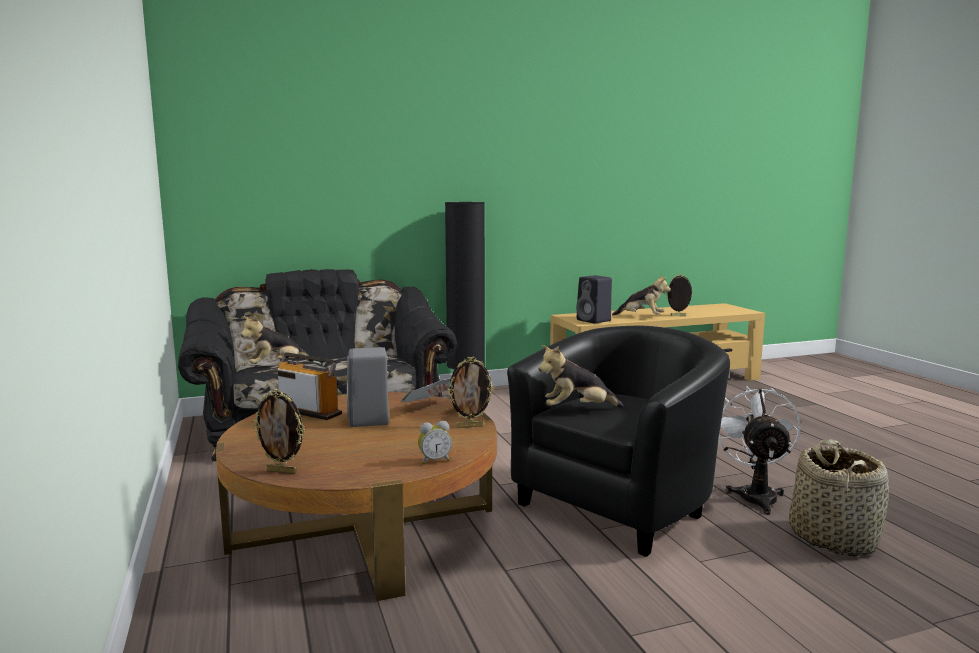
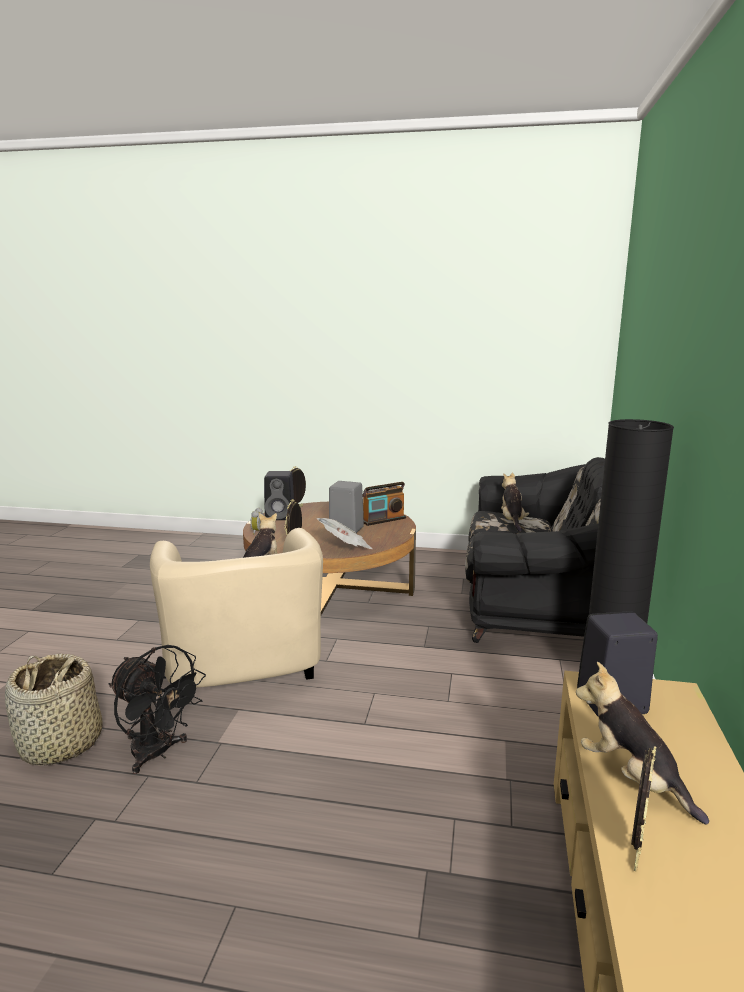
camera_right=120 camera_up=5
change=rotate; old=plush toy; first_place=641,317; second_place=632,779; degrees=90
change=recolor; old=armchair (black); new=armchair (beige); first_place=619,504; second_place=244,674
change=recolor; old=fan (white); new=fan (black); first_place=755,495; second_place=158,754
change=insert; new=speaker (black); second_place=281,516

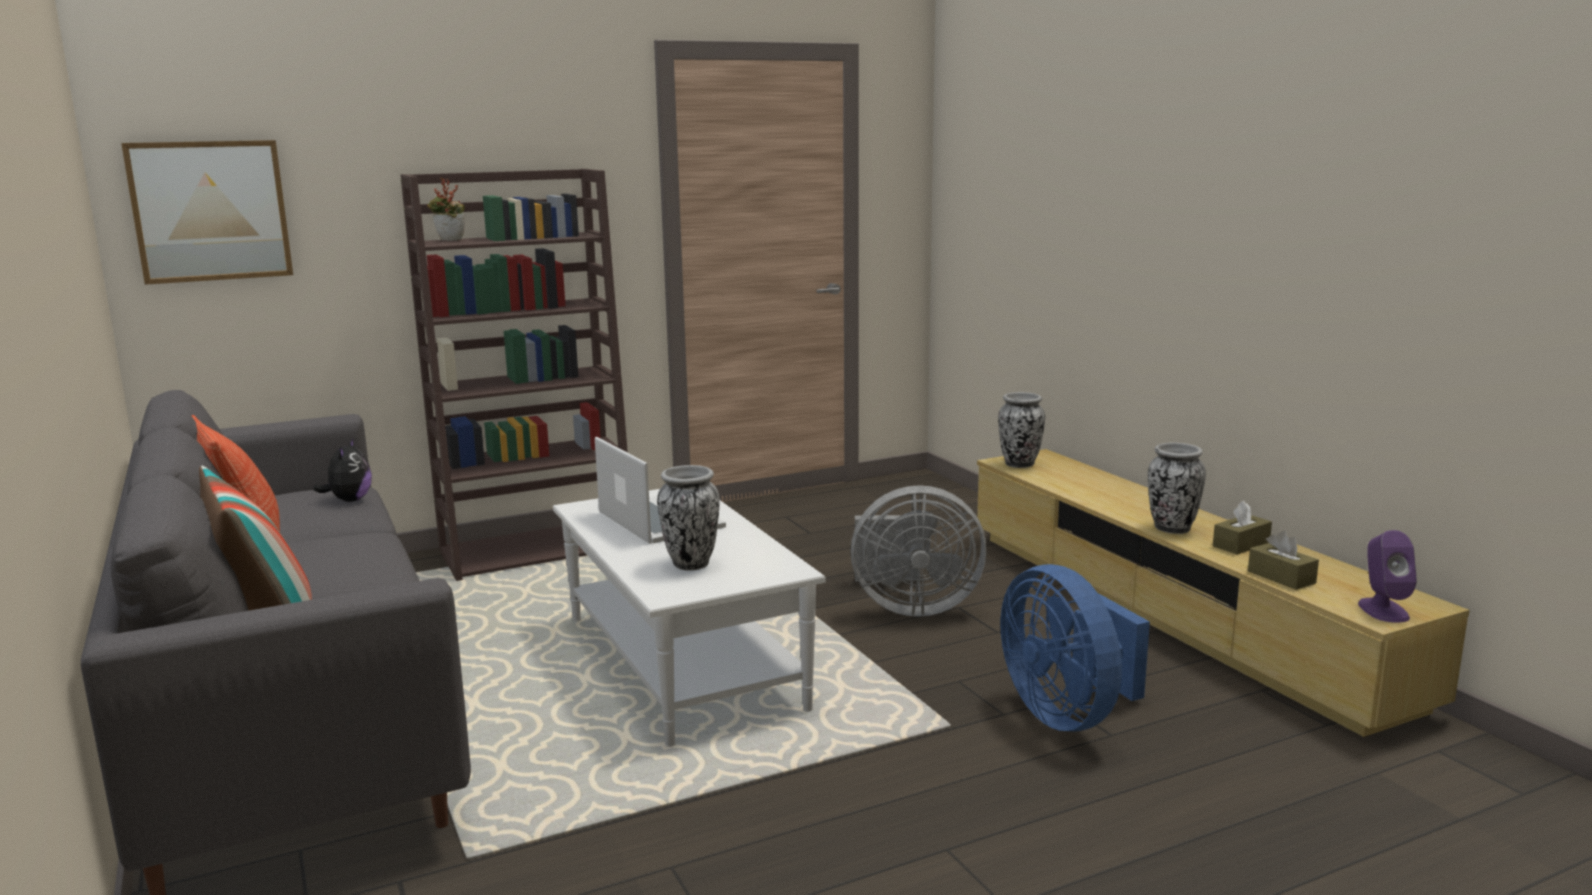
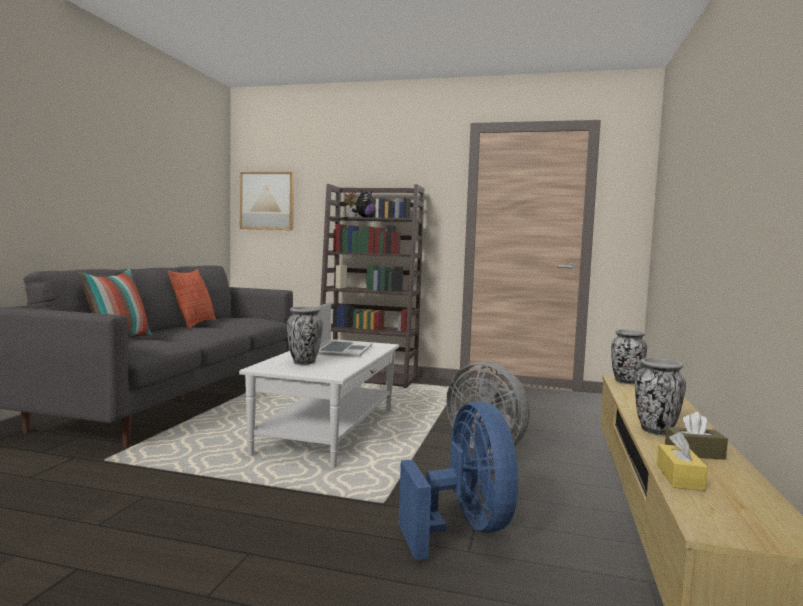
camera_right=40 camera_up=-10
change=move; old=plush toy; first_place=349,500; second_place=364,217
change=delete; old=speaker (purple); first_place=1383,610
change=recolor; old=tissue box (brown); new=tissue box (yellow); first_place=1281,577; second_place=679,477
change=rotate; old=fan (blue); first_place=1068,714; second_place=464,528; degrees=150

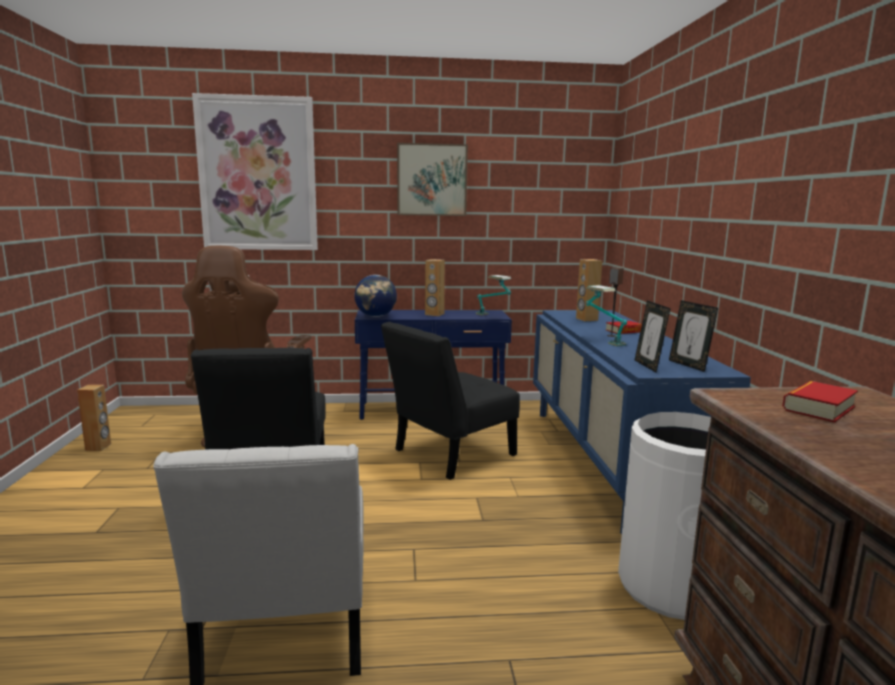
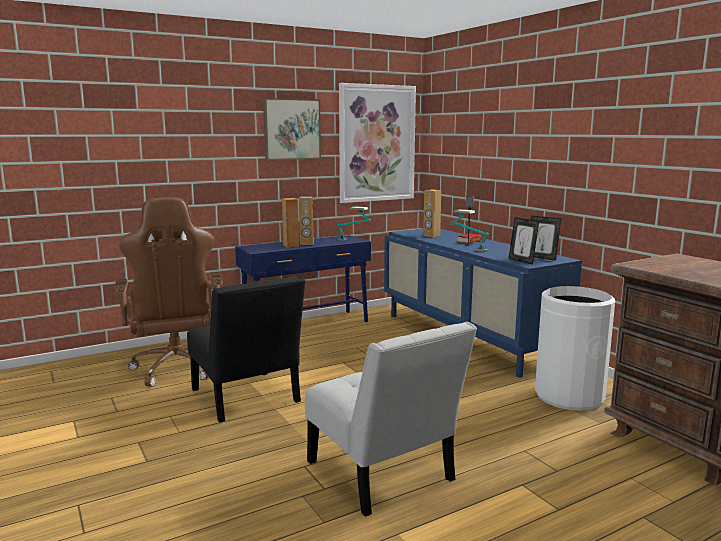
camera_right=-25 camera_up=0
change=move; old=picture; first_place=258,174; second_place=377,143
change=delete; old=globe; first_place=376,316
change=delete; old=chair (black); first_place=449,454
change=delete; old=book; first_place=818,408
change=move; old=speaker (brown); first_place=98,447; second_place=291,246

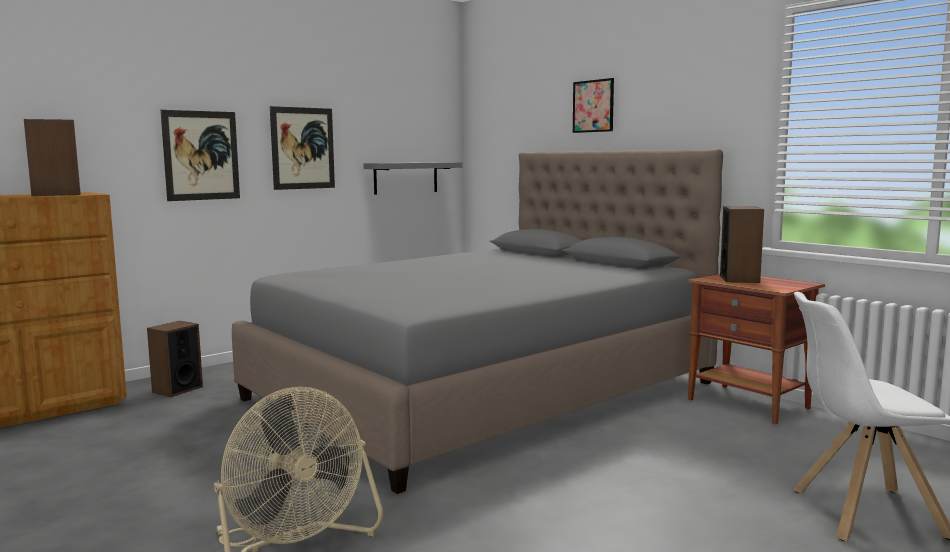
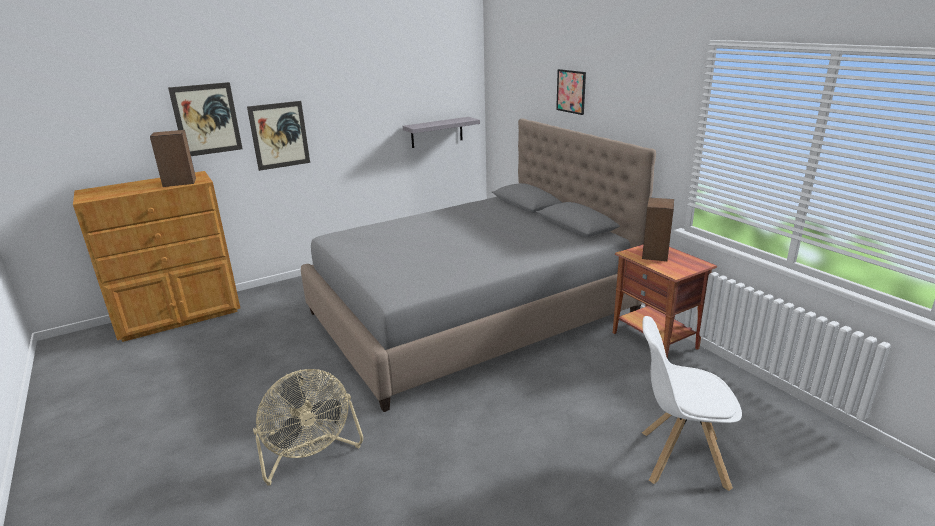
camera_right=10 camera_up=15
change=move; old=picture; first_place=303,148; second_place=206,119
change=delete; old=speaker; first_place=177,389

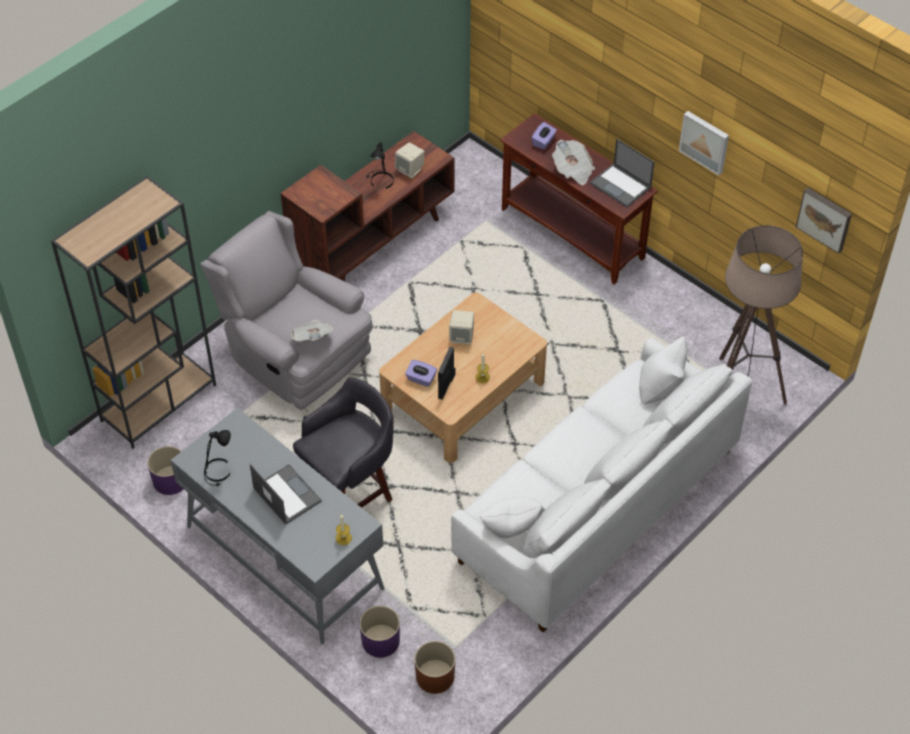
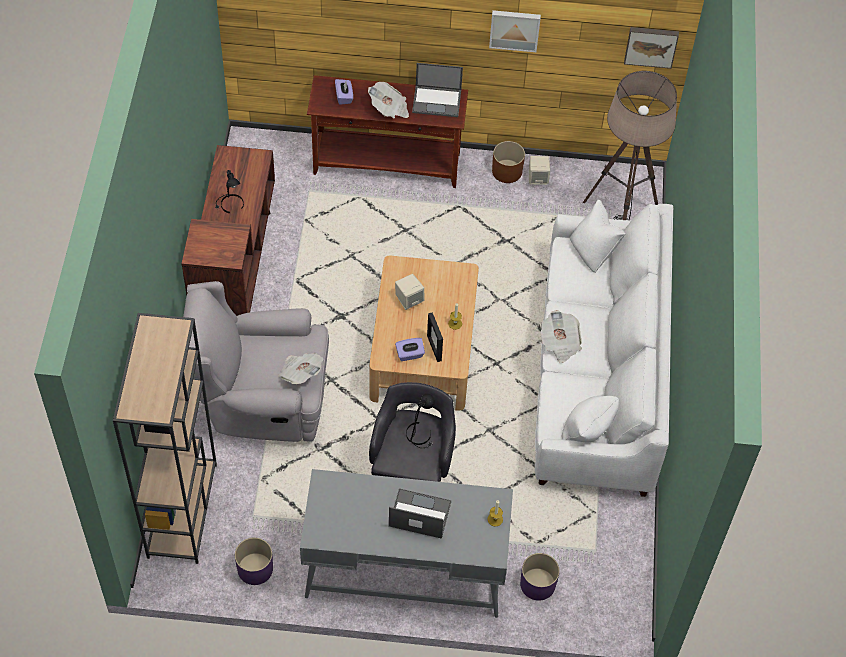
camera_right=-40 camera_up=5
change=move; old=speaker (beige); first_place=410,170; second_place=538,178
change=move; old=table lamp (black); first_place=218,472; second_place=420,435
change=move; old=planter (brown); first_place=435,677; second_place=507,171
change=insert; new=newspaper; second_place=560,343

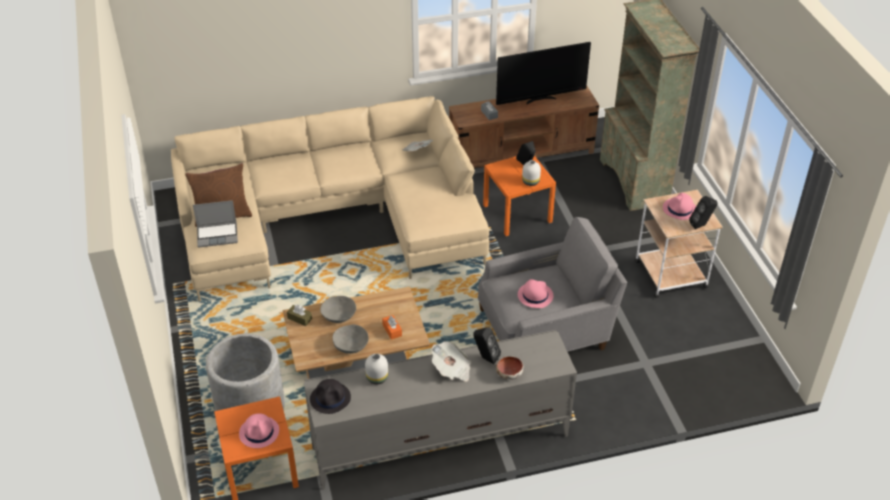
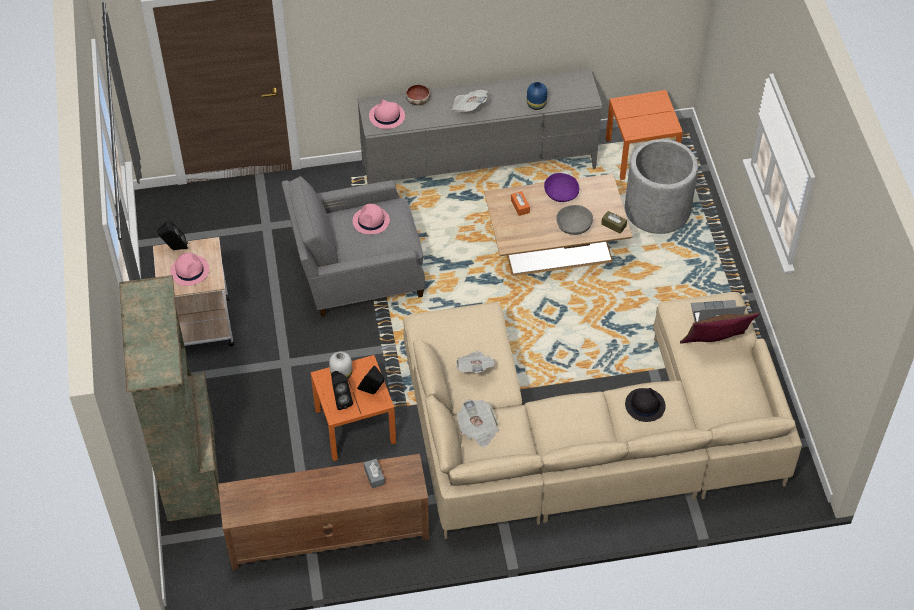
camera_right=-175 camera_up=10
change=delete; old=television; first_place=540,99
change=recolor; old=bowl (grey); new=bowl (purple); first_place=351,345; second_place=561,194
change=move; old=speaker (black); first_place=485,358; second_place=372,392
change=recolor; old=vase (white); new=vase (blue); first_place=377,377; second_place=536,105
change=move; old=hat (black); first_place=330,398; second_place=644,405
change=move; old=hat (pink); first_place=259,432; second_place=386,116
change=insert; new=newspaper; second_place=475,368

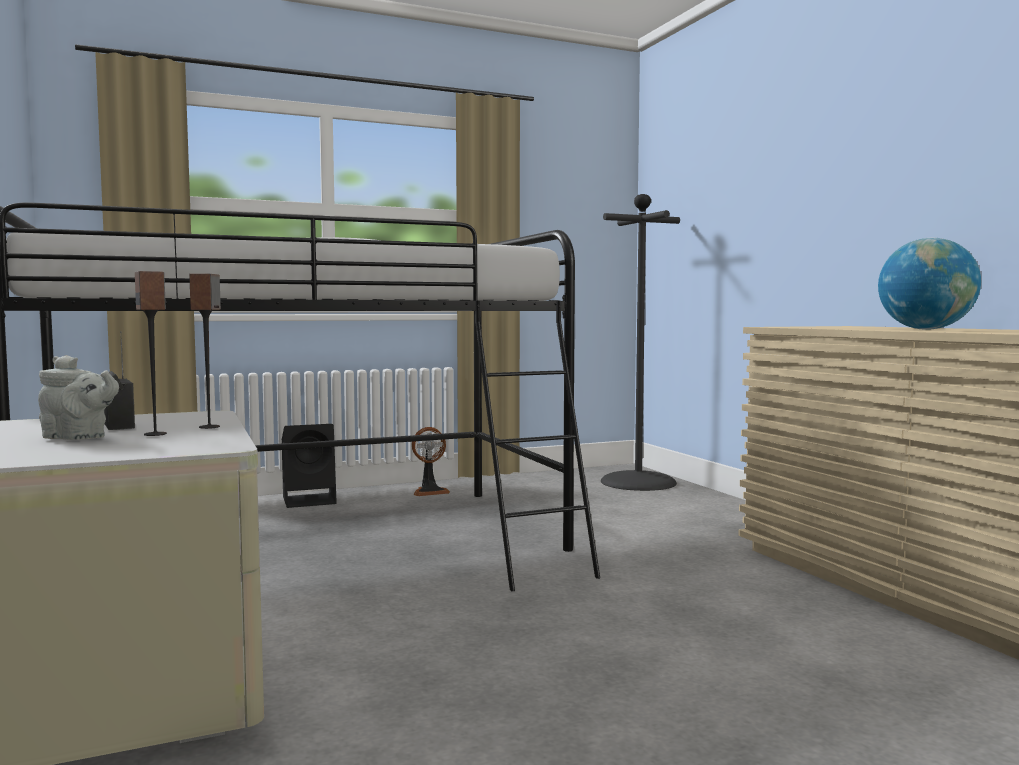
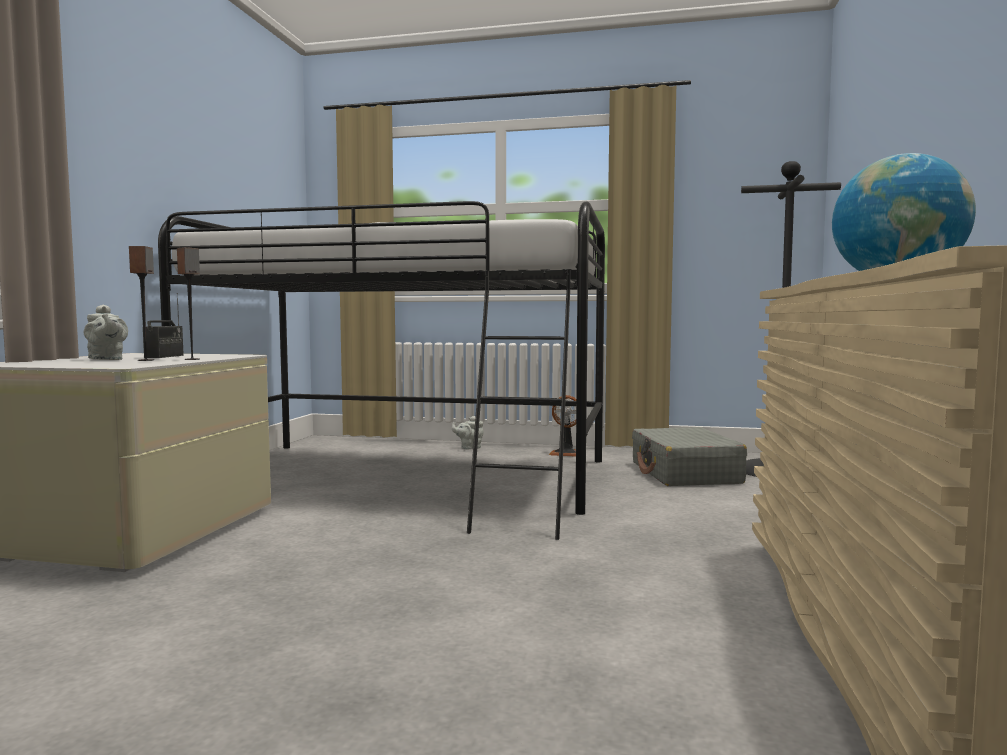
camera_right=35 camera_up=0
change=replace; old=speaker (black); new=teapot (grey); first_place=311,500; second_place=469,447
change=insert; new=suitcase (grey); second_place=685,473

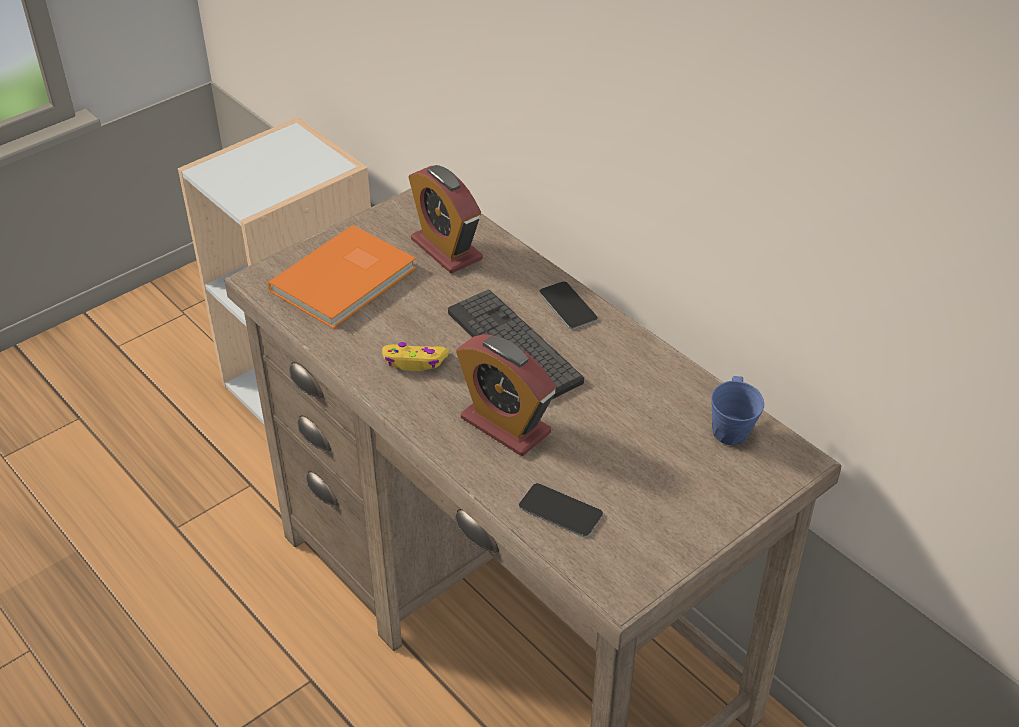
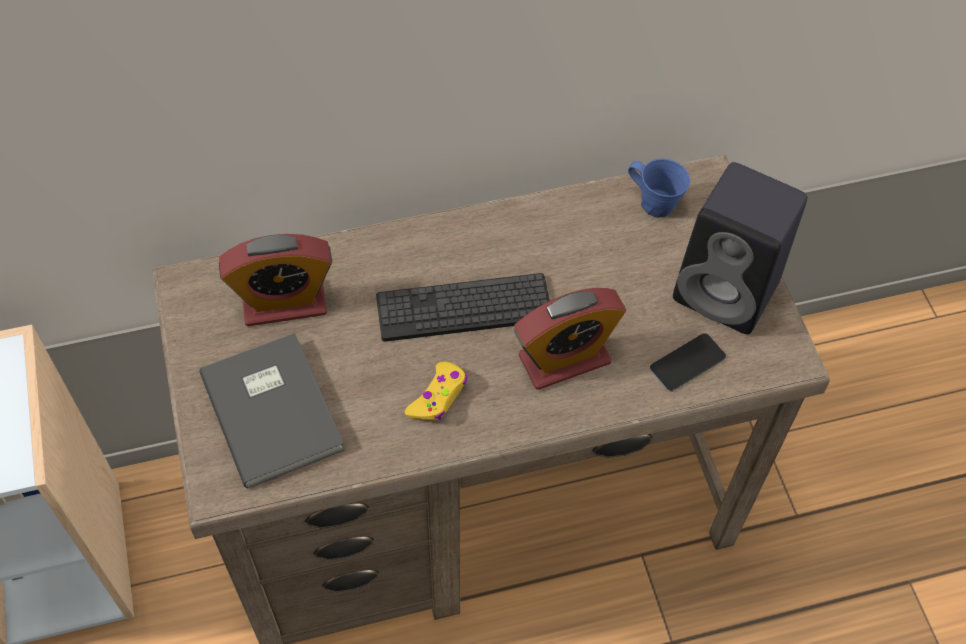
camera_right=-65 camera_up=15
change=recolor; old=book (orange); new=book (grey); first_place=347,280; second_place=275,408
change=delete; old=phone; first_place=568,306
change=insert; new=speaker (black); second_place=729,292

